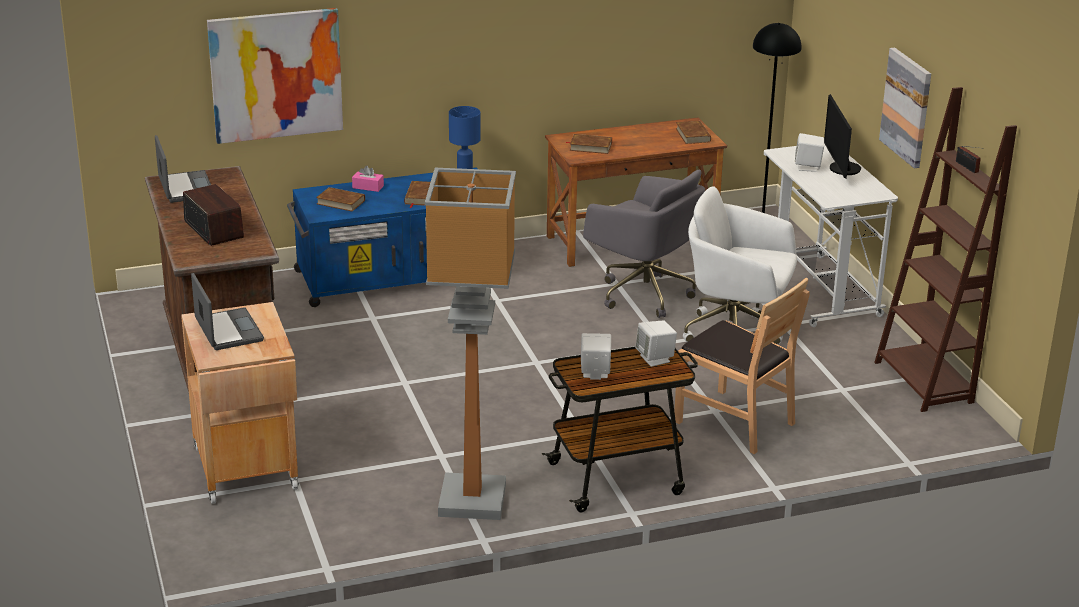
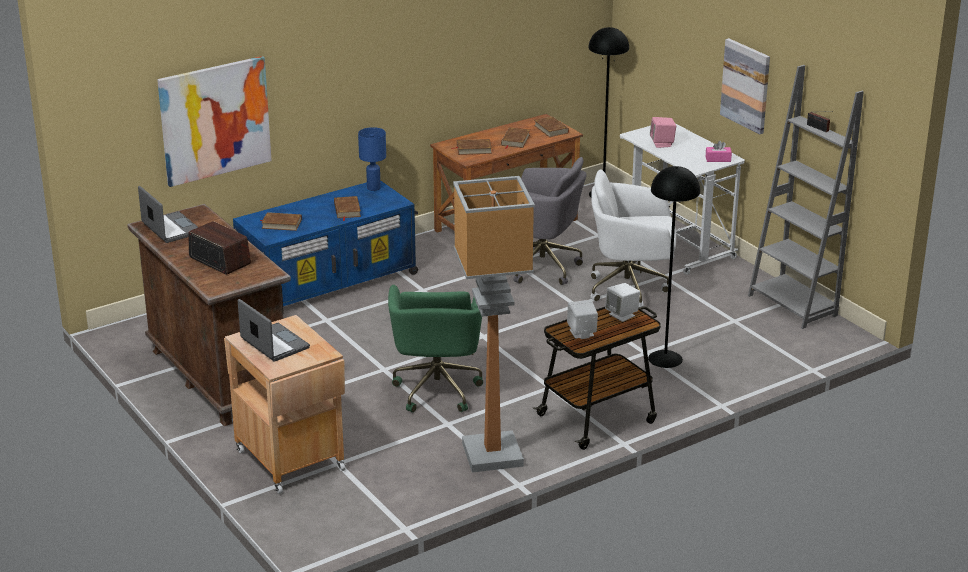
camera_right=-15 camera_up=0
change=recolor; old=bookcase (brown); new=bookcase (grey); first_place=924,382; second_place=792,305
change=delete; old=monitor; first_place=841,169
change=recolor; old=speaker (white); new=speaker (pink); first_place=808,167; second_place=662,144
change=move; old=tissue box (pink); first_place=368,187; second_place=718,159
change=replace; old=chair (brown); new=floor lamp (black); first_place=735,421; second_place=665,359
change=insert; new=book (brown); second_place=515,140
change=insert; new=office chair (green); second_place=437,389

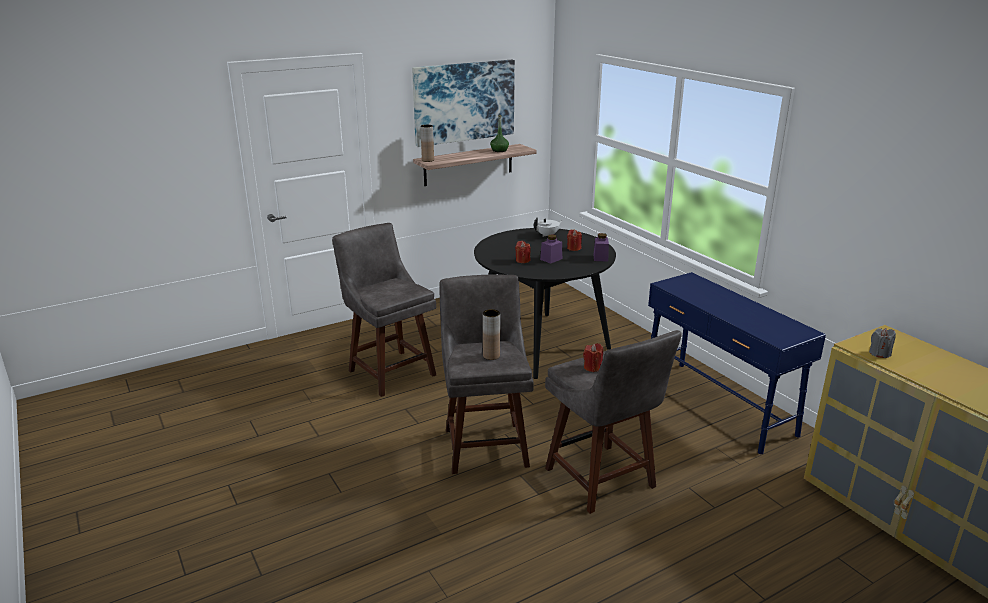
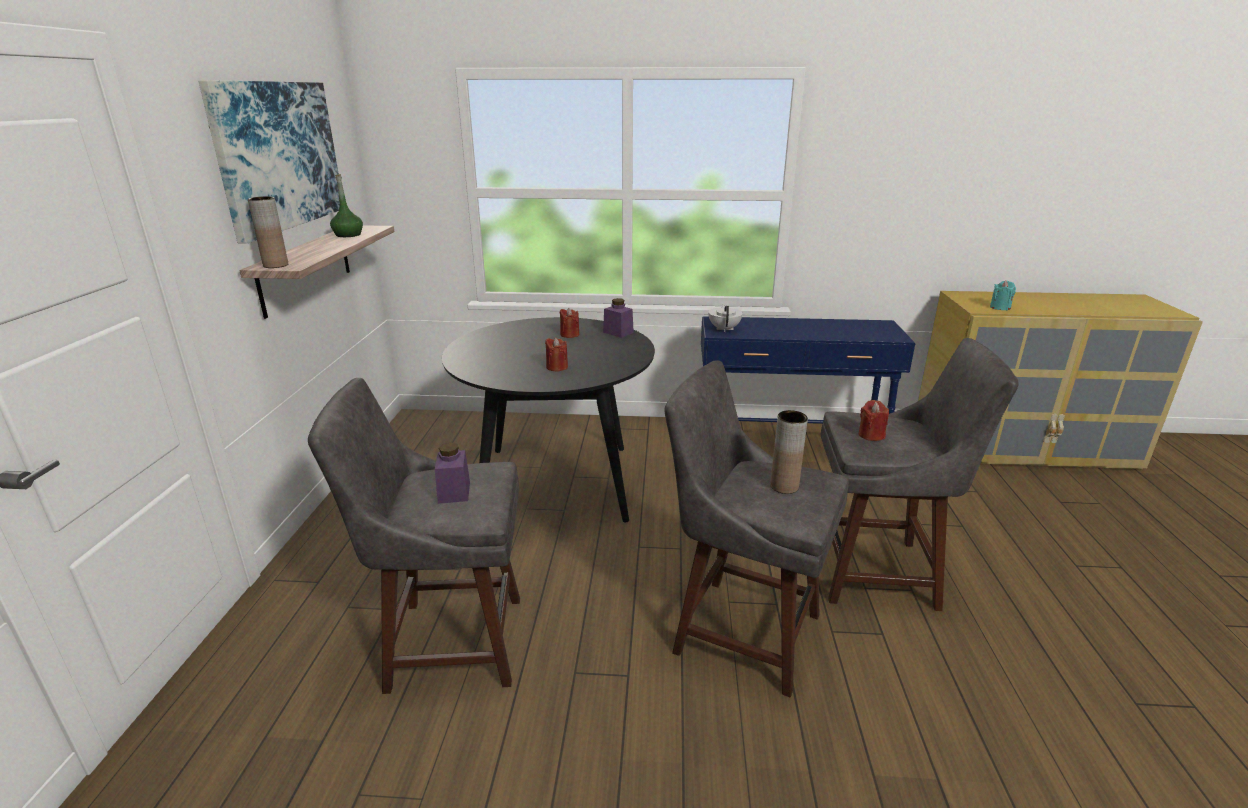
camera_right=-55 camera_up=0
change=move; old=teapot (white); first_place=547,235; second_place=724,329
change=move; old=jar (purple); first_place=551,259; second_place=454,492
change=recolor; old=candle (grey); new=candle (turquoise); first_place=879,353; second_place=1000,307

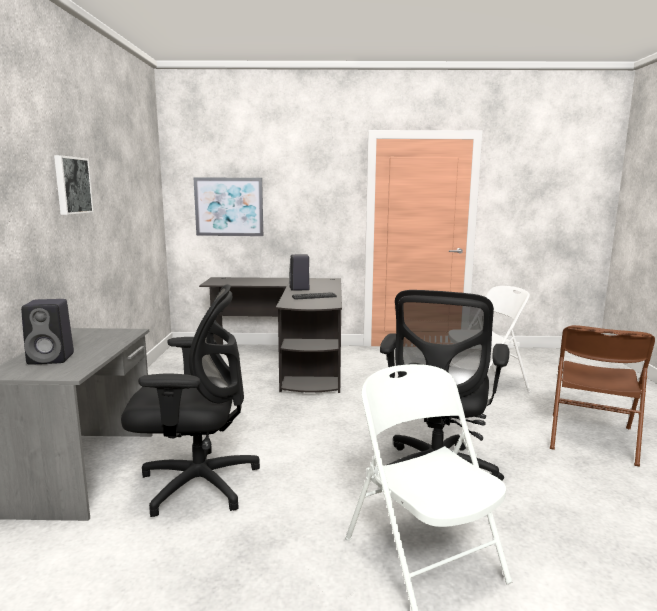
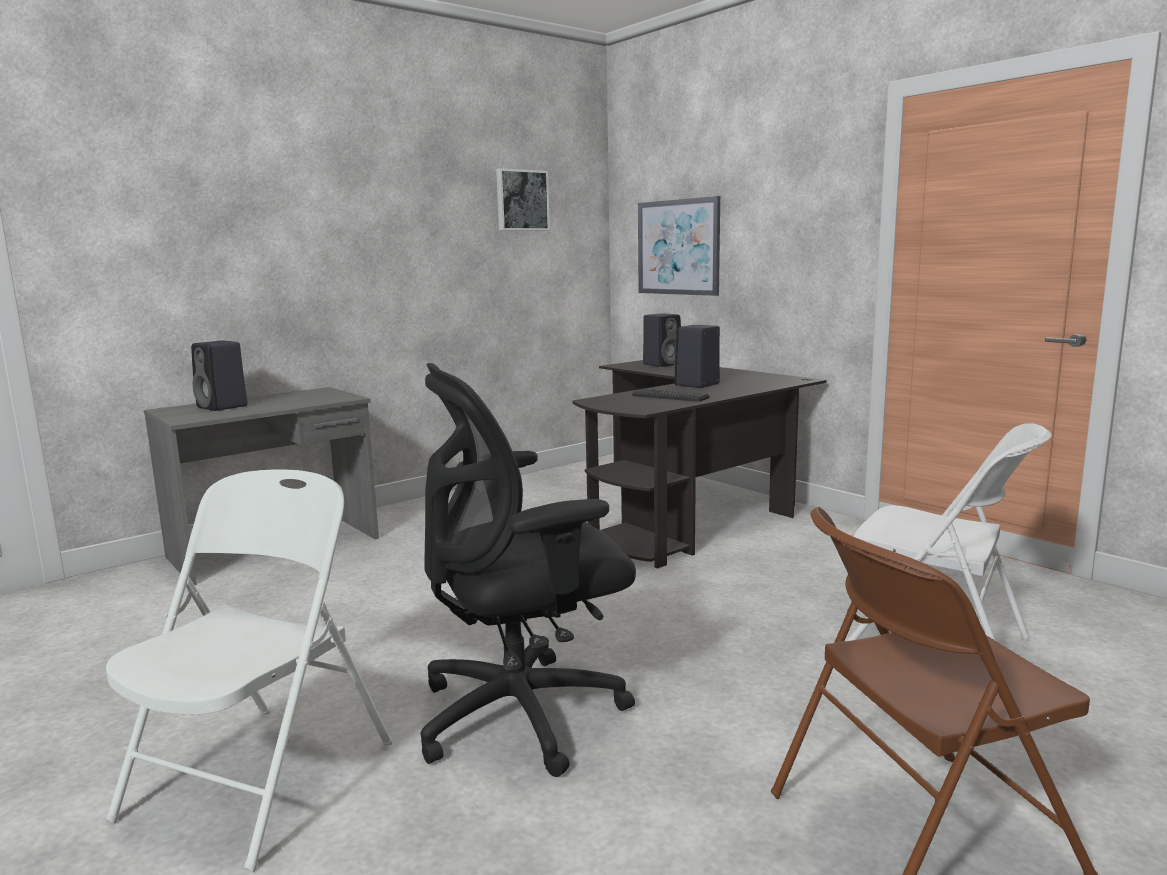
camera_right=50 camera_up=0
change=move; old=picture; first_place=71,185; second_place=521,200
change=delete; old=office chair (black); first_place=191,486
change=insert; new=speaker (black); second_place=663,364

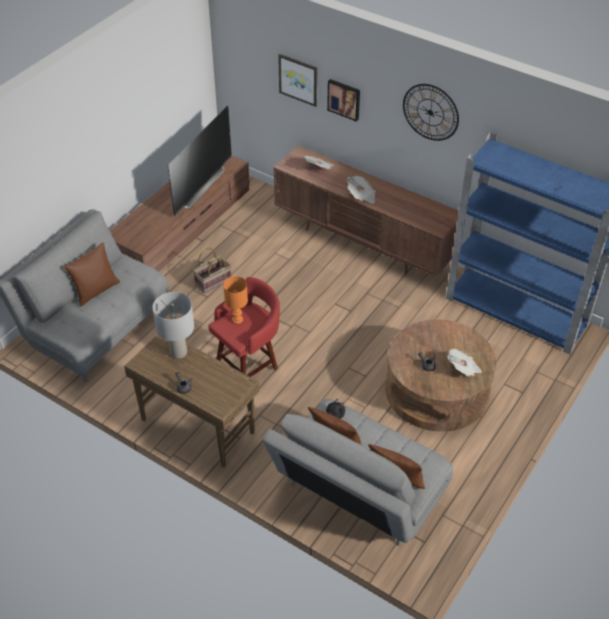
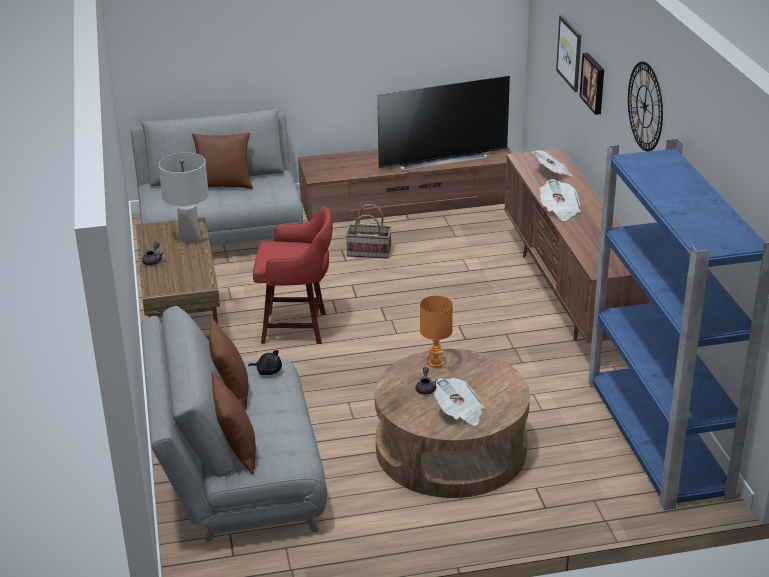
camera_right=45 camera_up=-15
change=move; old=table lamp (orange); first_place=237,319; second_place=435,363

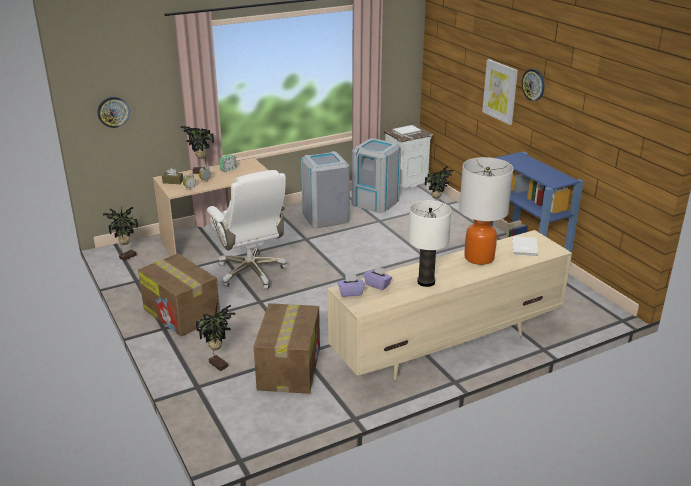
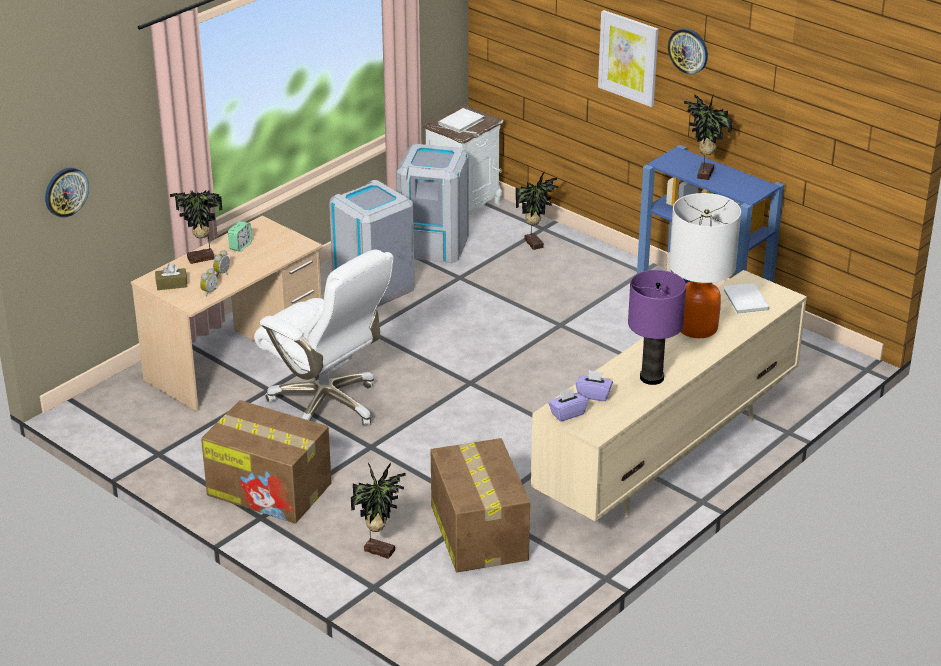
camera_right=-20 camera_up=5
change=recolor; old=table lamp (white); new=table lamp (purple); first_place=426,282; second_place=651,378
change=move; old=potted plant; first_place=127,256; second_place=703,173

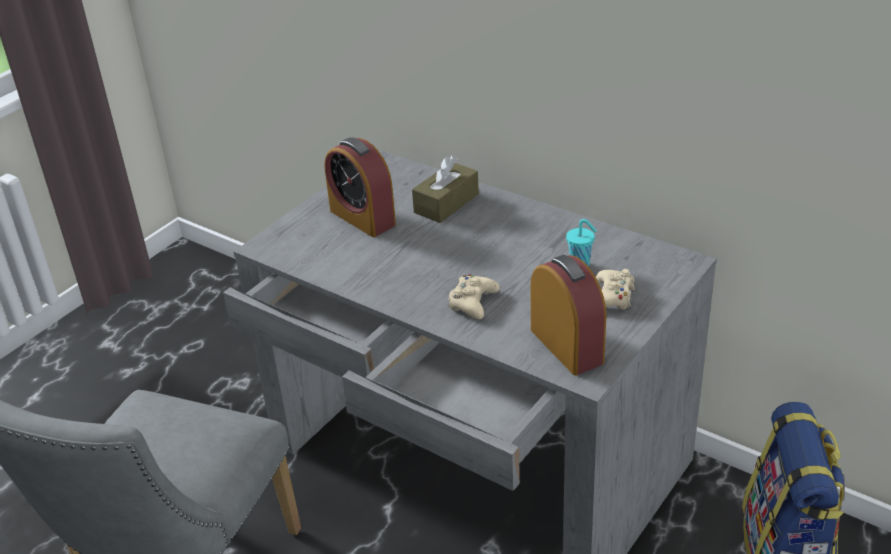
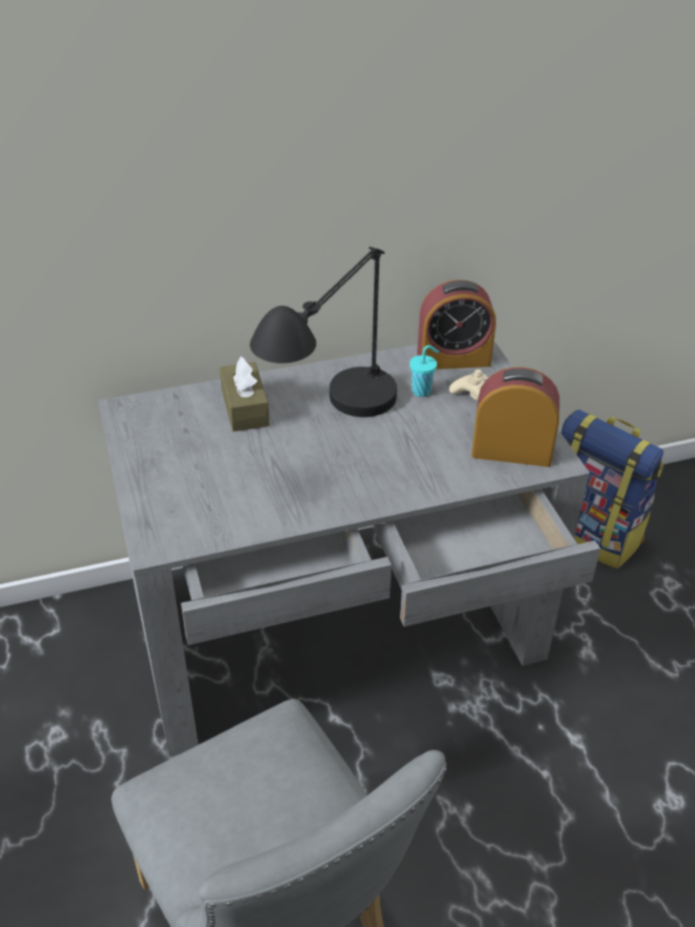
camera_right=-55 camera_up=5
change=move; old=alarm clock; first_place=362,217; second_place=453,359
change=delete; old=game controller (beige); first_place=472,302
change=insert; new=table lamp (black); second_place=333,430

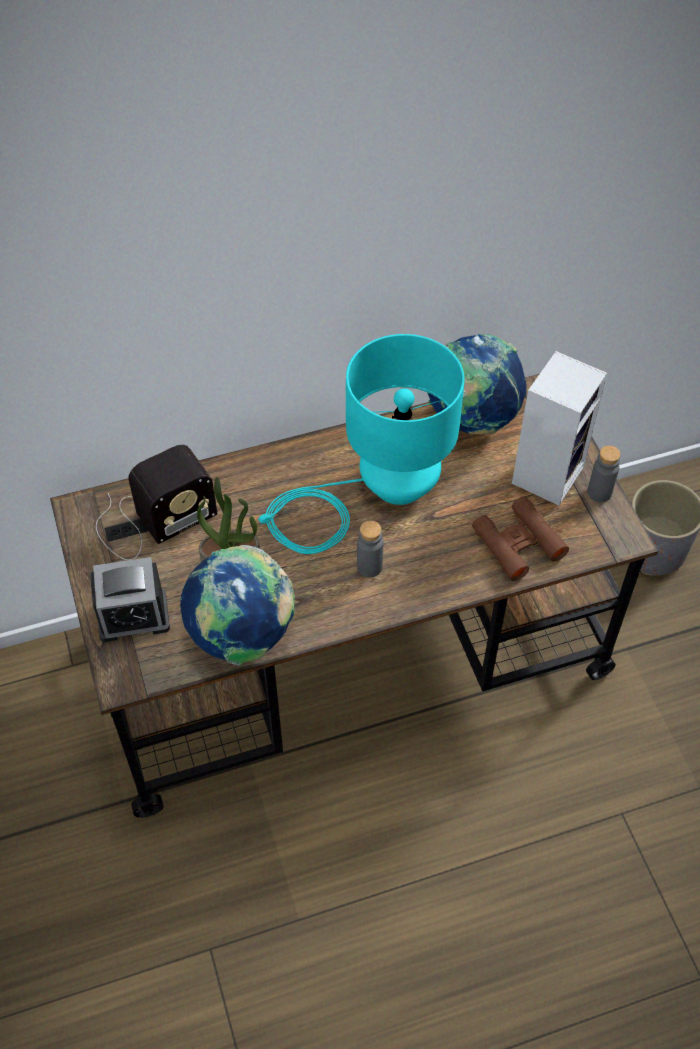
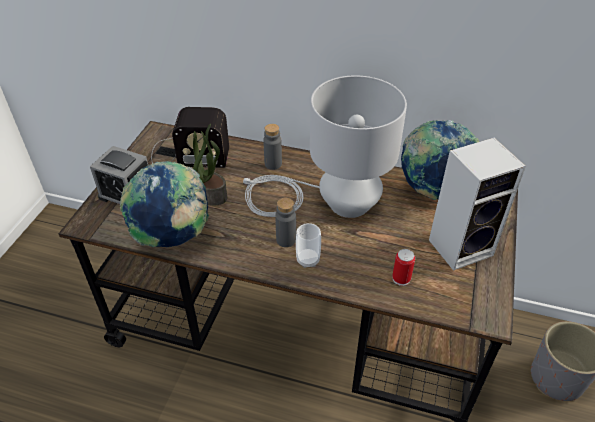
camera_right=35 camera_up=-10
change=recolor; old=table lamp (turquoise); new=table lamp (white); first_place=363,498; second_place=319,200
change=move; old=bottle (grey); first_place=599,492; second_place=273,164
change=replace; old=binoculars (brown); new=can; first_place=518,543; second_place=401,278
change=insert; new=cup; second_place=308,260

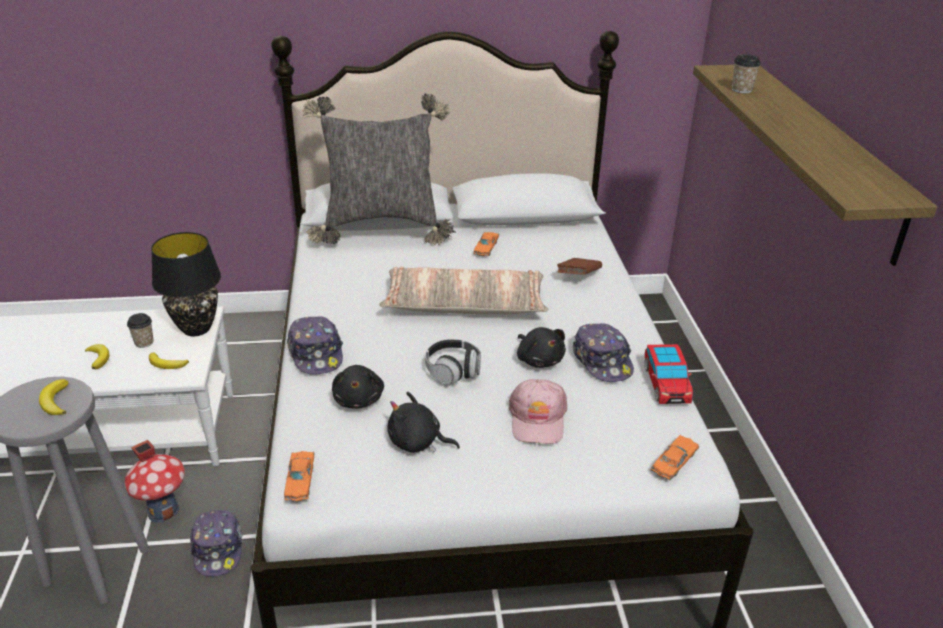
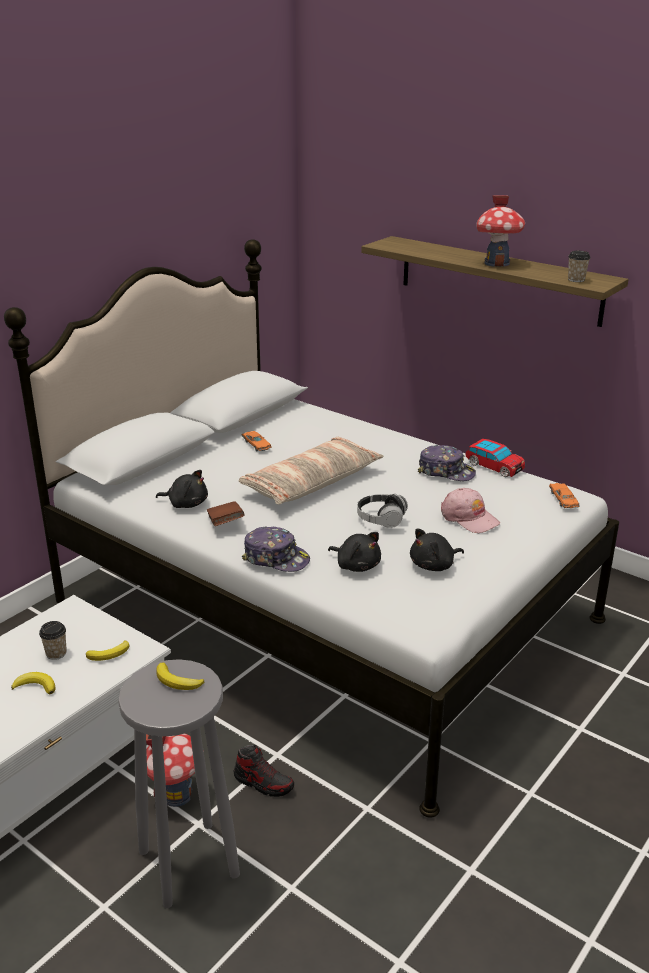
camera_right=-45 camera_up=-5
change=move; old=cup; first_place=741,90; second_place=576,280
change=delete; old=pillow; first_place=382,235
change=delete; old=table lamp (black); first_place=196,328
change=move; old=book (brown); first_place=578,277; second_place=225,524
change=move; old=plush toy (black); first_place=539,359; second_place=186,504
change=delete; old=toy car (orange); first_place=300,480
change=replace; old=cap; new=shoe; first_place=218,549; second_place=263,783
change=insert; new=toy house; second_place=497,263

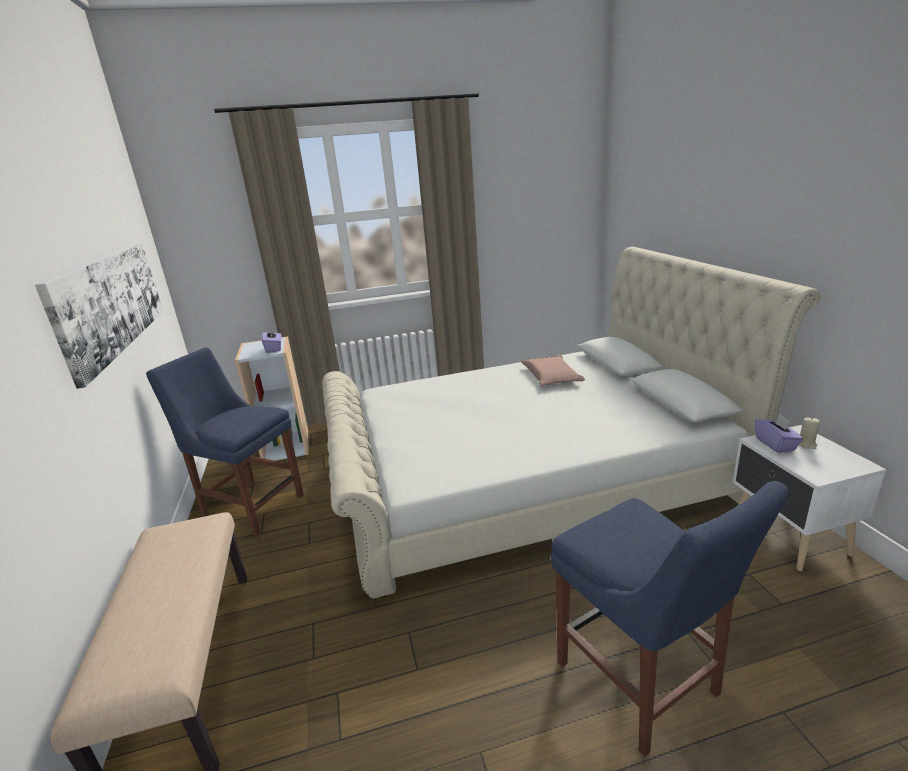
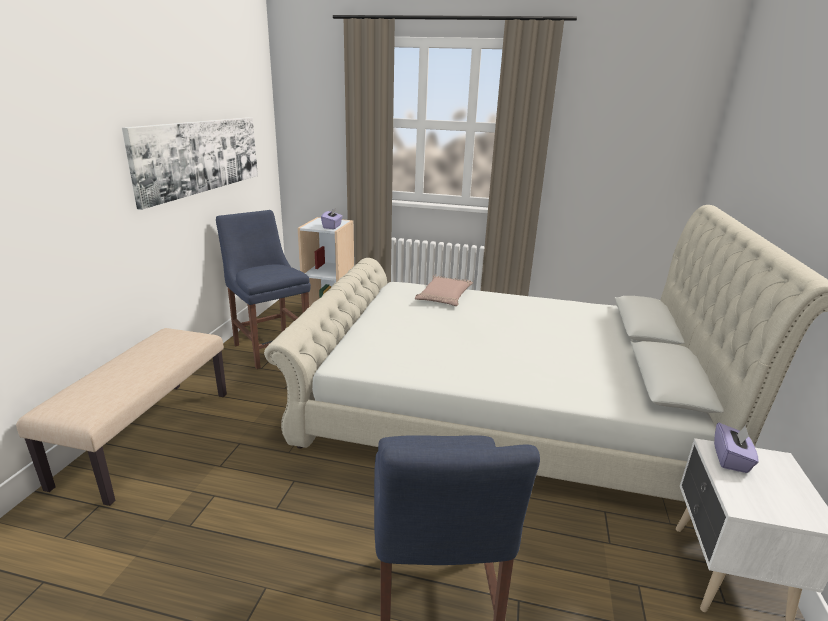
camera_right=25 camera_up=0
change=move; old=pillow (beige); first_place=551,375; second_place=444,295
change=delete; old=candle (beige); first_place=806,444

